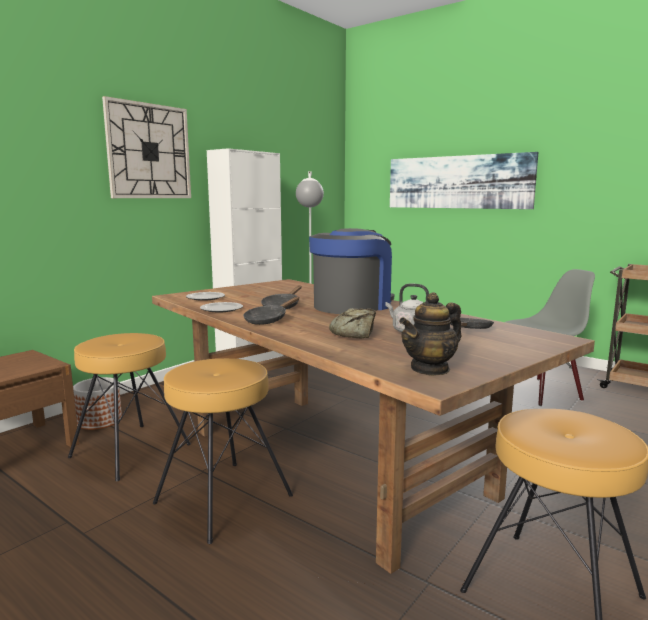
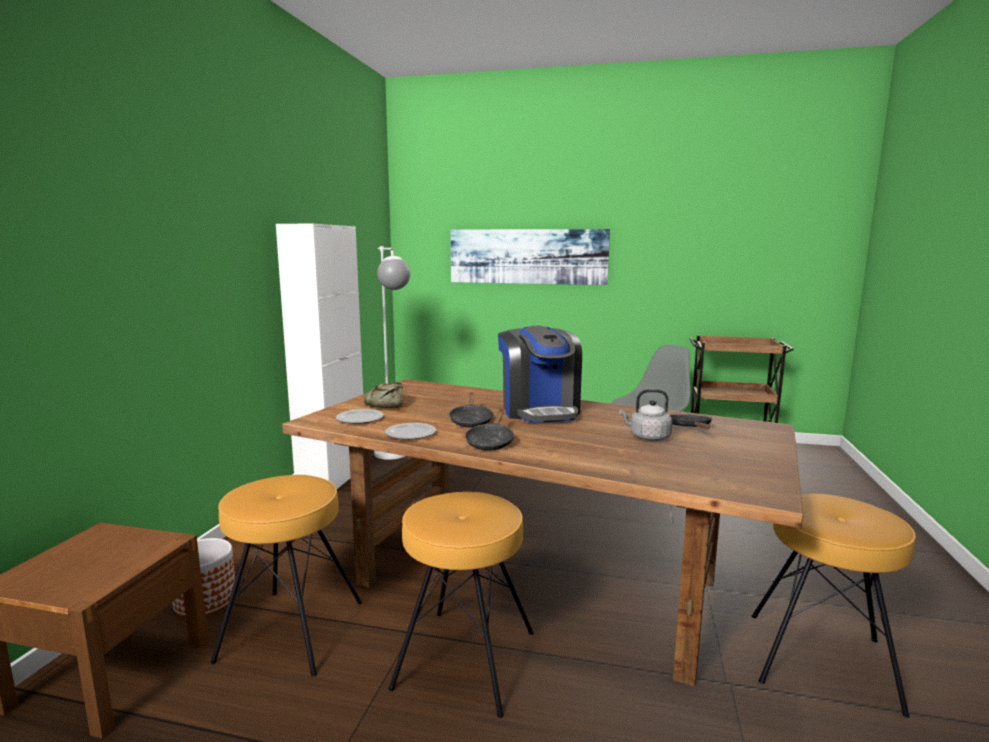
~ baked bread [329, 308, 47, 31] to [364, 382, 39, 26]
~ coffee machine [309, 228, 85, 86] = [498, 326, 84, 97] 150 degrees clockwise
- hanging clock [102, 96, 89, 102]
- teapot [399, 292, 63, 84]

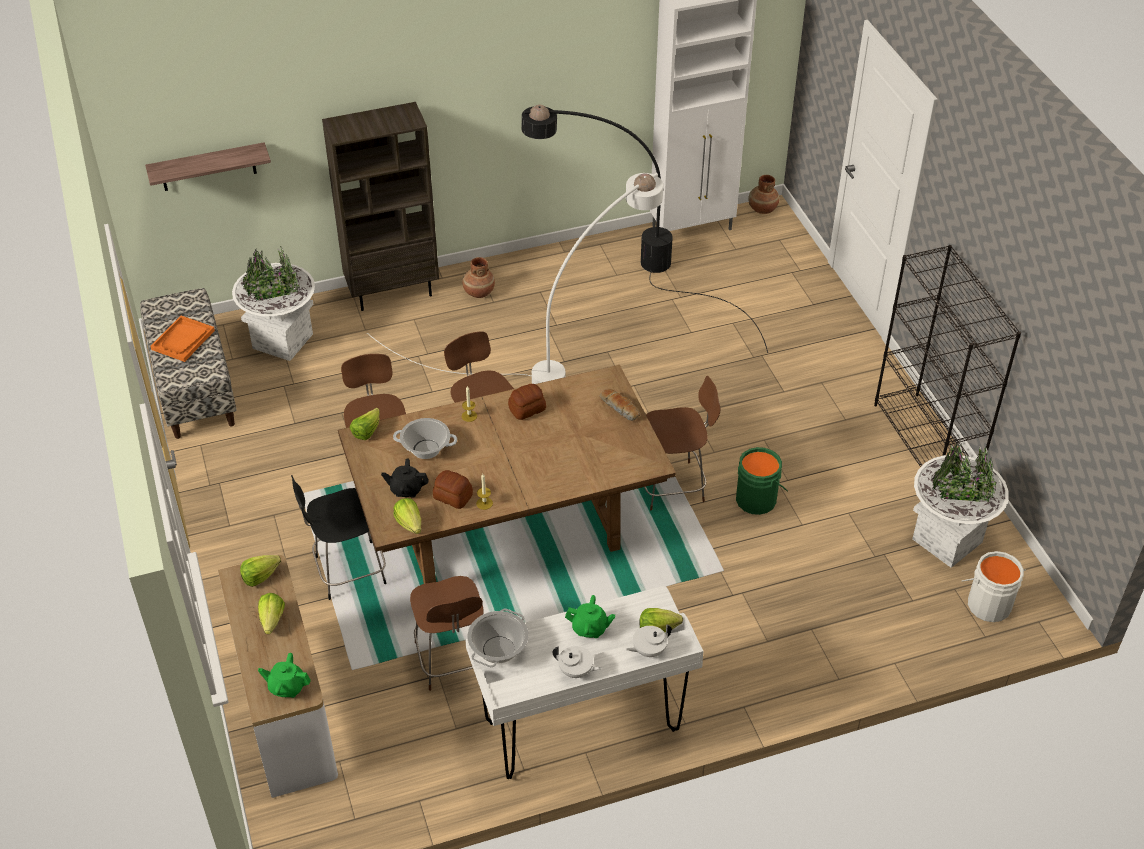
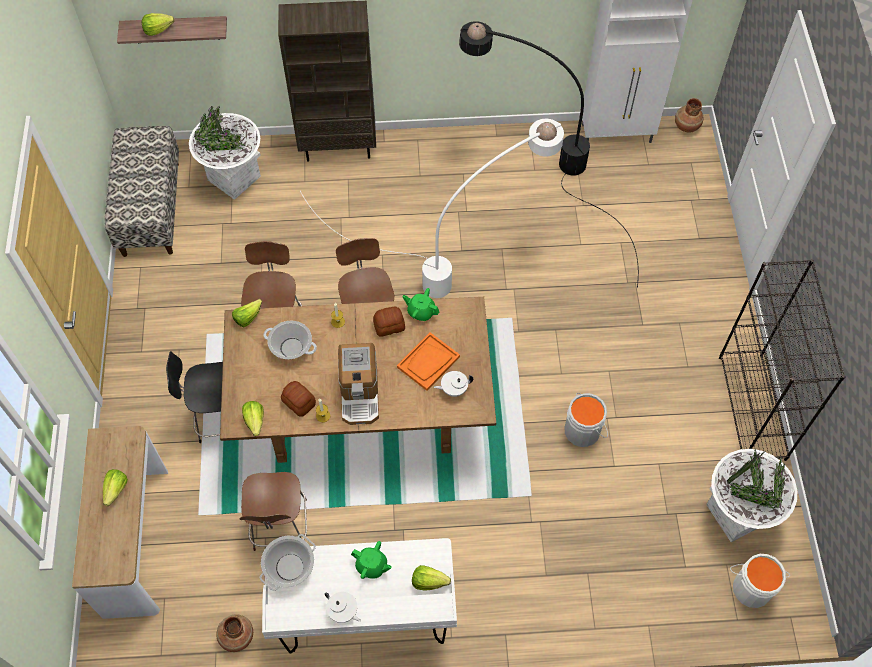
~ lettuce [240, 555, 41, 32] to [142, 13, 32, 23]
~ flower vase (brown-coloured) [462, 257, 33, 41] to [216, 614, 37, 38]
+ coffee machine [338, 343, 41, 82]
~ carrying tray (orangey) [150, 315, 65, 47] to [397, 332, 63, 59]
~ teapot (green) [258, 653, 53, 45] to [403, 288, 36, 33]
~ teapot (white) [626, 625, 46, 32] to [434, 371, 40, 26]
~ water bucket (green) [736, 447, 52, 68] to water bucket (greyish) [564, 393, 44, 54]
- teapot (black-coloured) [381, 458, 48, 40]
- baked bread [600, 389, 40, 32]
- chair (brown-coloured) [644, 376, 76, 135]

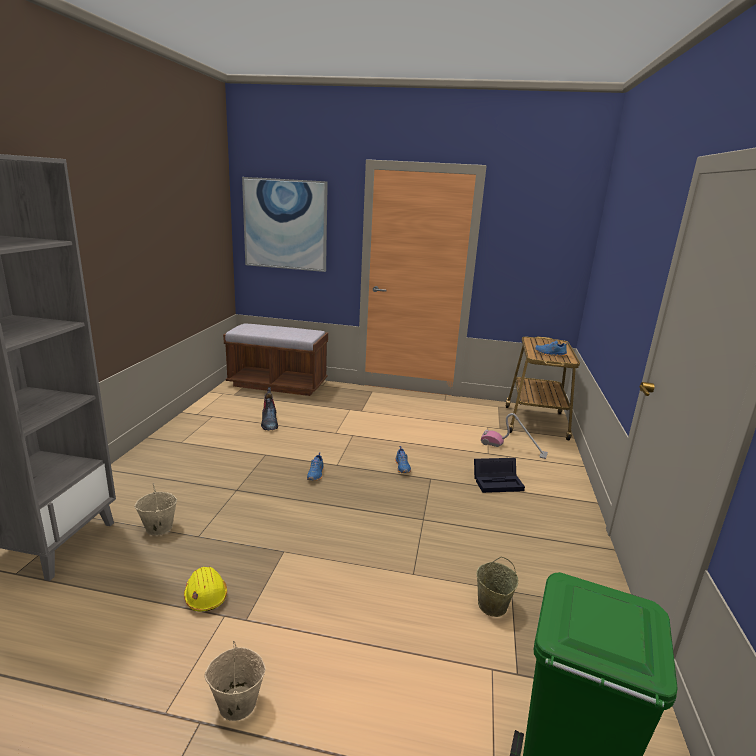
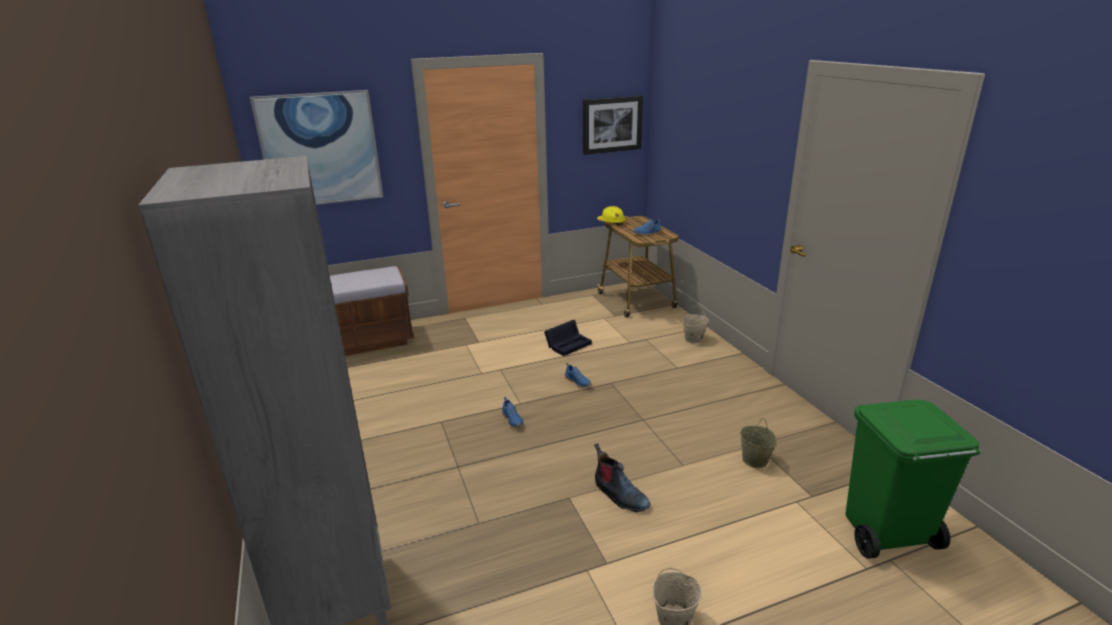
~ storage bin (black-coloured) [474, 458, 51, 35] to [544, 320, 48, 36]
+ picture [583, 95, 60, 60]
~ boot [261, 387, 17, 43] to [594, 443, 56, 69]
~ hard hat (yellow-coloured) [184, 567, 43, 44] to [597, 206, 29, 19]
~ water bucket (beige-coloured) [134, 483, 43, 52] to [683, 306, 26, 37]
- vacuum cleaner [481, 413, 67, 46]

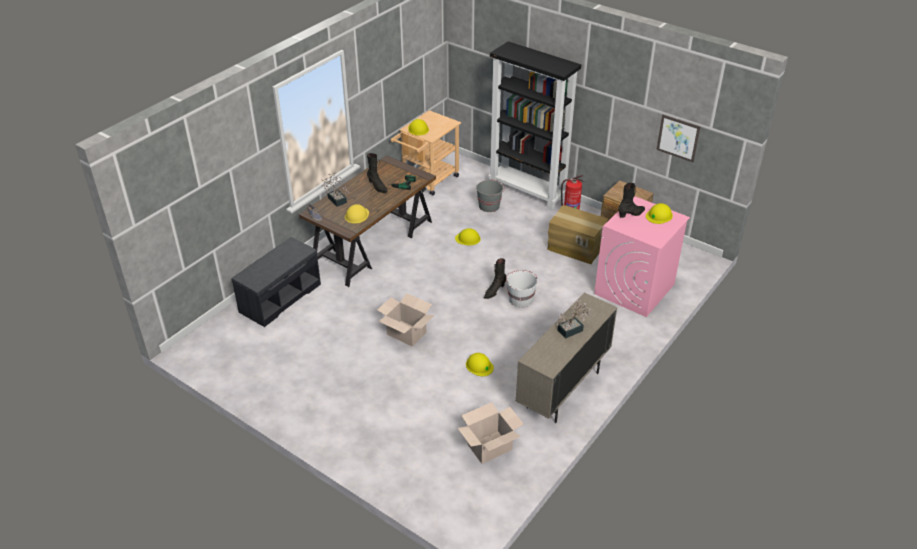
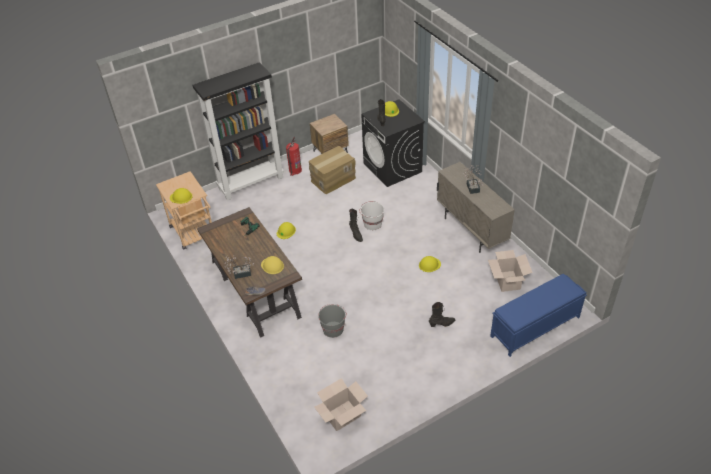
~ carton [377, 293, 57, 53] to [314, 378, 54, 53]
~ water bucket (greyish) [476, 179, 28, 33] to [318, 304, 28, 34]
~ washing machine (pink-coloured) [594, 196, 96, 121] to washing machine (black-coloured) [361, 99, 64, 88]
~ boot (black-coloured) [367, 153, 21, 40] to [429, 302, 26, 25]
+ long seat (blue-coloured) [490, 274, 97, 83]
- long seat (greyish) [231, 237, 90, 90]
- picture [657, 114, 43, 48]

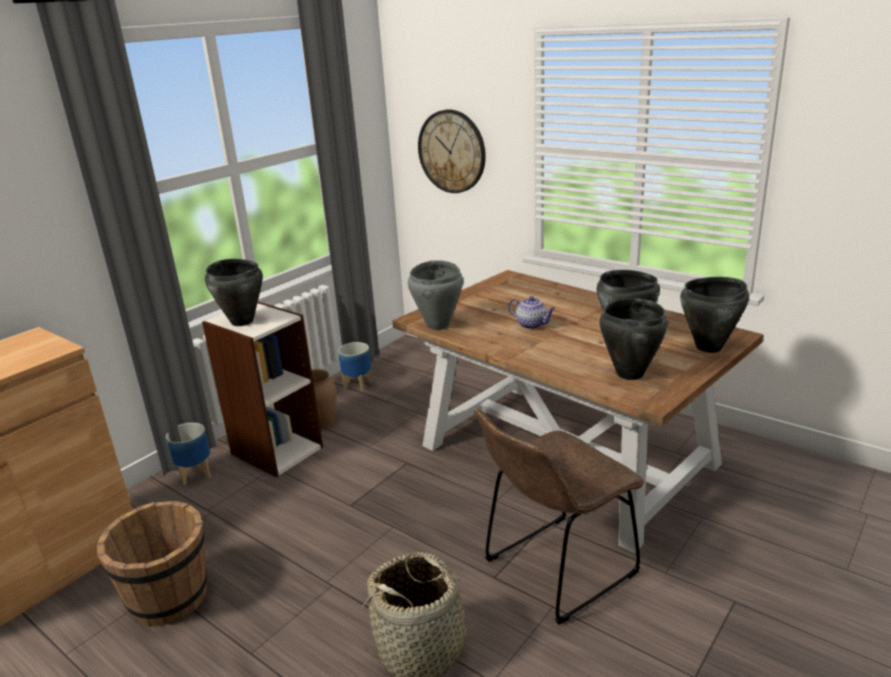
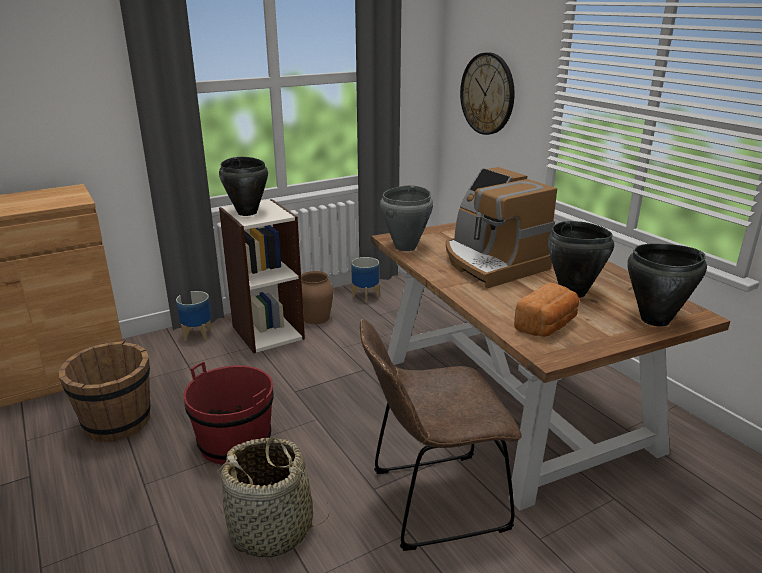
+ water bucket (red-coloured) [184, 362, 90, 103]
~ teapot [508, 296, 48, 33] to coffee machine [446, 167, 111, 122]
~ stockpot (black-coloured) [599, 298, 69, 82] to baked bread [514, 282, 65, 55]

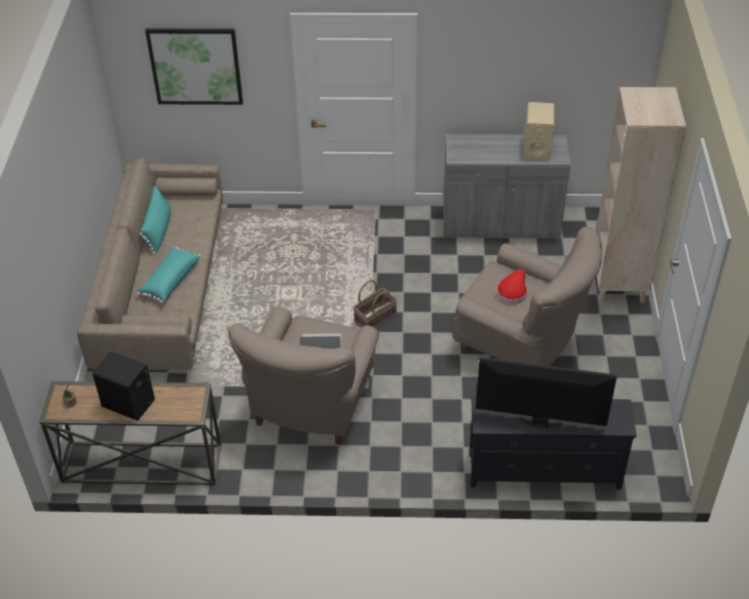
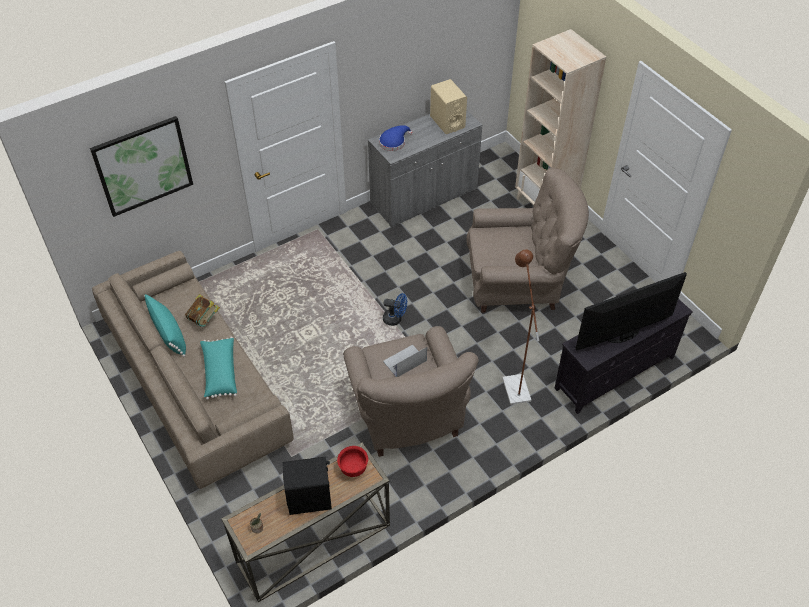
+ bound book [185, 294, 35, 33]
+ deep dish (red-coloured) [337, 446, 31, 31]
+ wearable hat (blue-coloured) [379, 125, 33, 26]
~ basket [353, 280, 44, 48] to electric fan (blue-coloured) [383, 293, 24, 33]
+ floor lamp (brown-coloured) [502, 249, 37, 156]
- wearable hat (red-coloured) [497, 269, 31, 34]

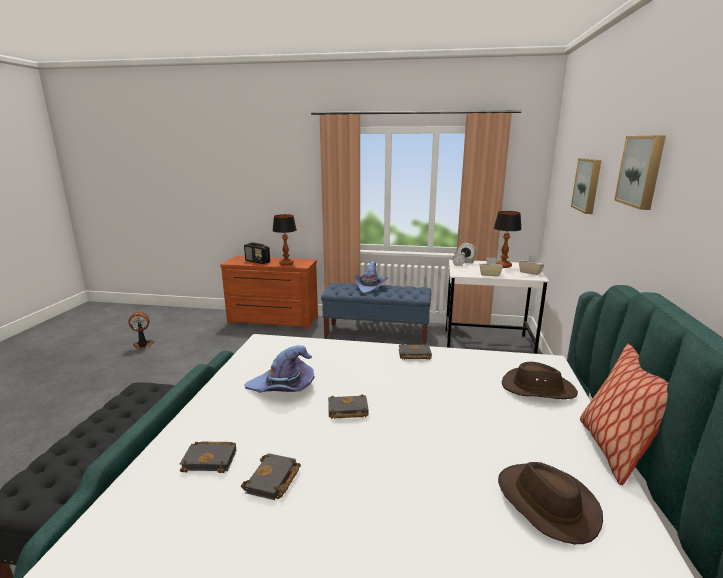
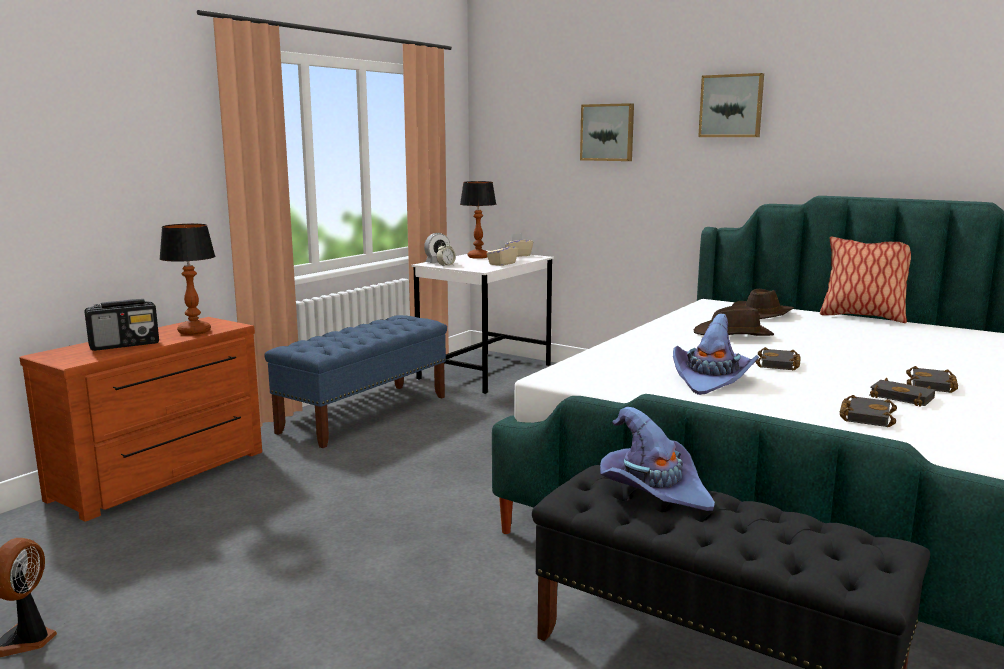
~ wearable hat (purple-coloured) [355, 261, 32, 33] to [600, 407, 115, 104]
~ wearable hat (brown-coloured) [498, 462, 105, 82] to [694, 306, 80, 30]
~ bound book (black-coloured) [399, 344, 33, 16] to [906, 366, 52, 27]

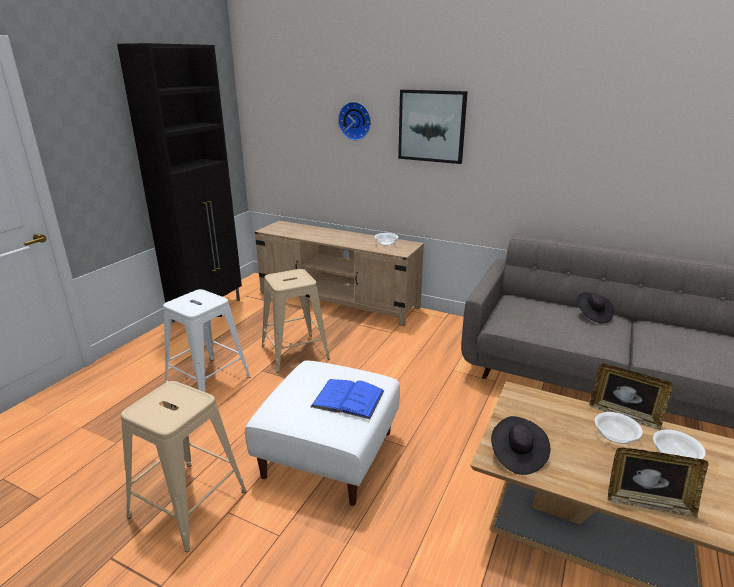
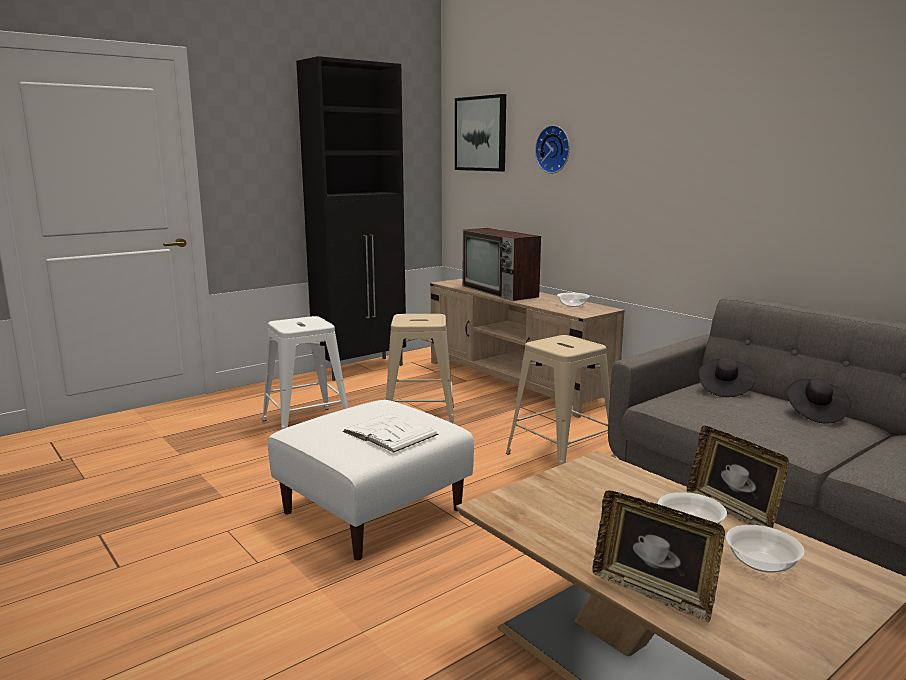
~ bound book (blue-coloured) [310, 379, 74, 40] to bound book (white) [343, 414, 96, 38]
~ picture [398, 89, 70, 75] to [455, 94, 51, 77]
+ TV [463, 228, 78, 73]
~ sitting stool (beige-coloured) [121, 381, 126, 171] to [506, 335, 110, 131]
~ wearable hat (black-coloured) [491, 416, 59, 59] to [698, 357, 58, 40]

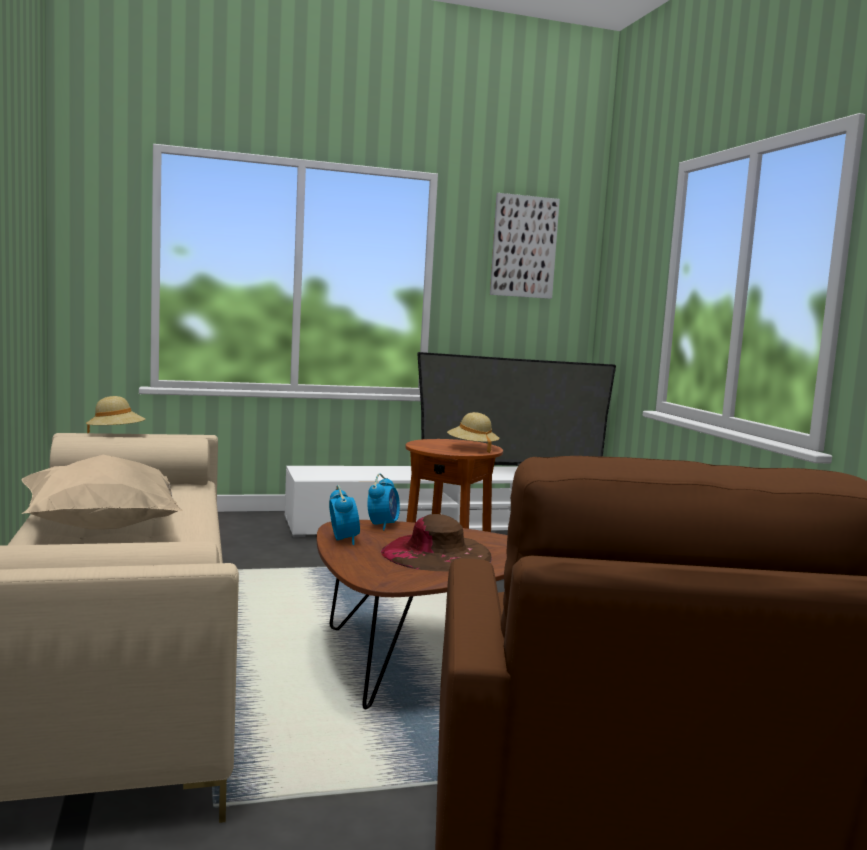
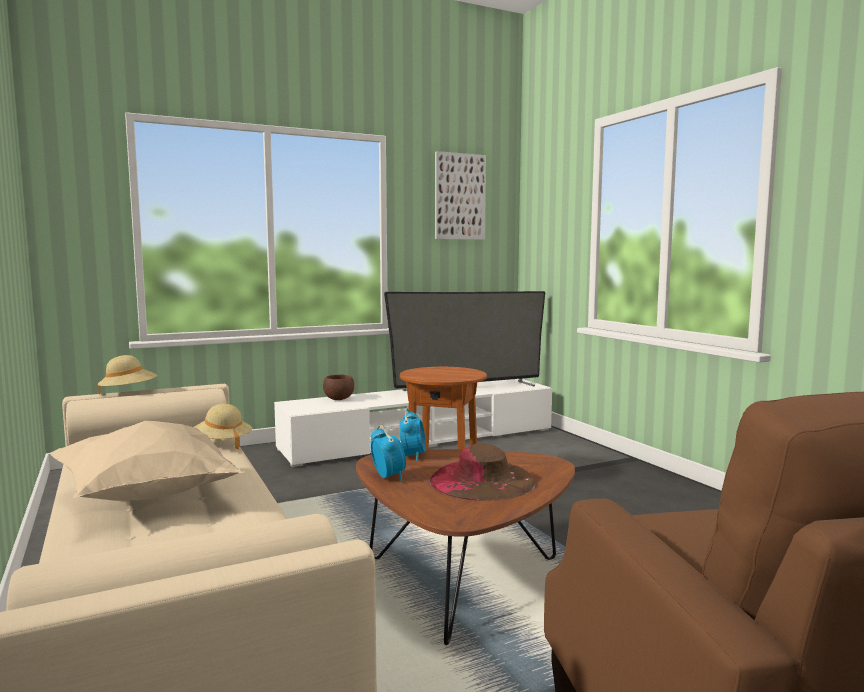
~ wearable hat (beige-coloured) [447, 412, 53, 41] to [194, 404, 59, 45]
+ deep dish (brown-coloured) [323, 374, 31, 26]

